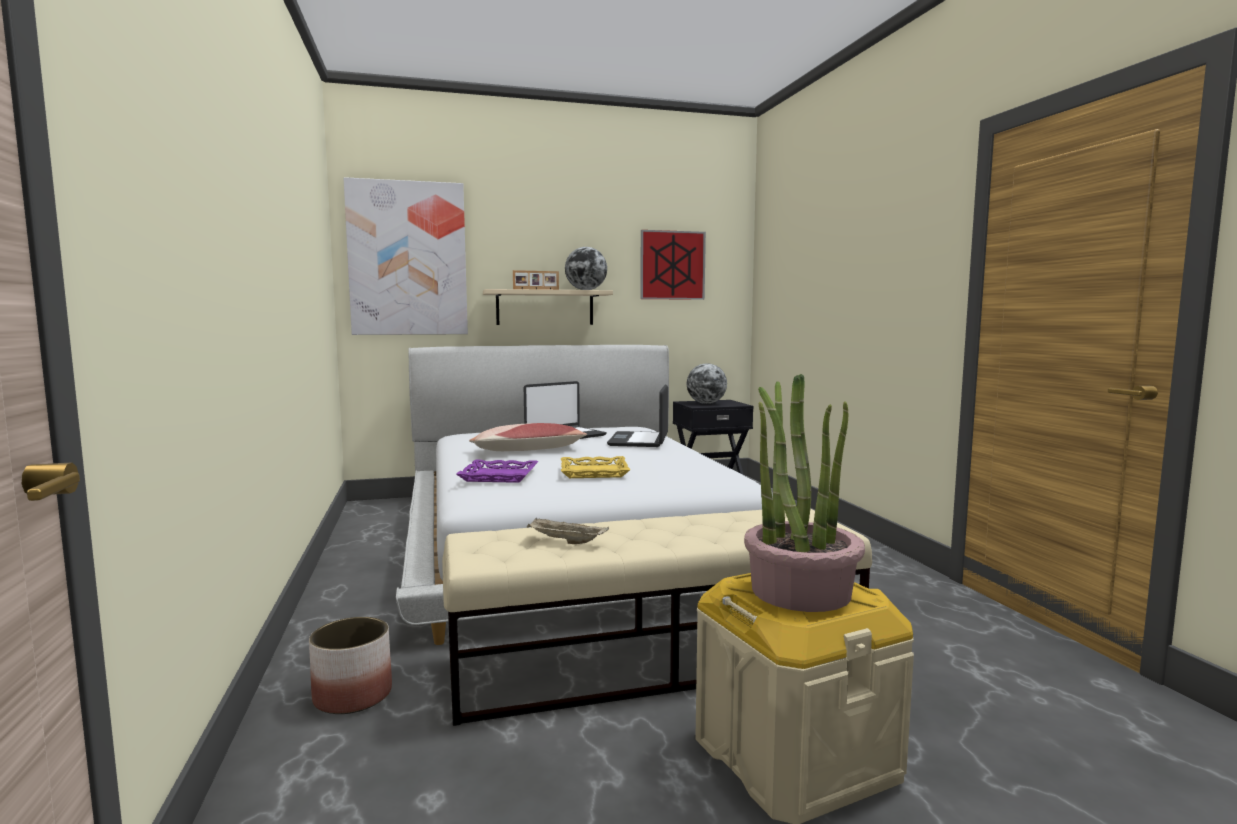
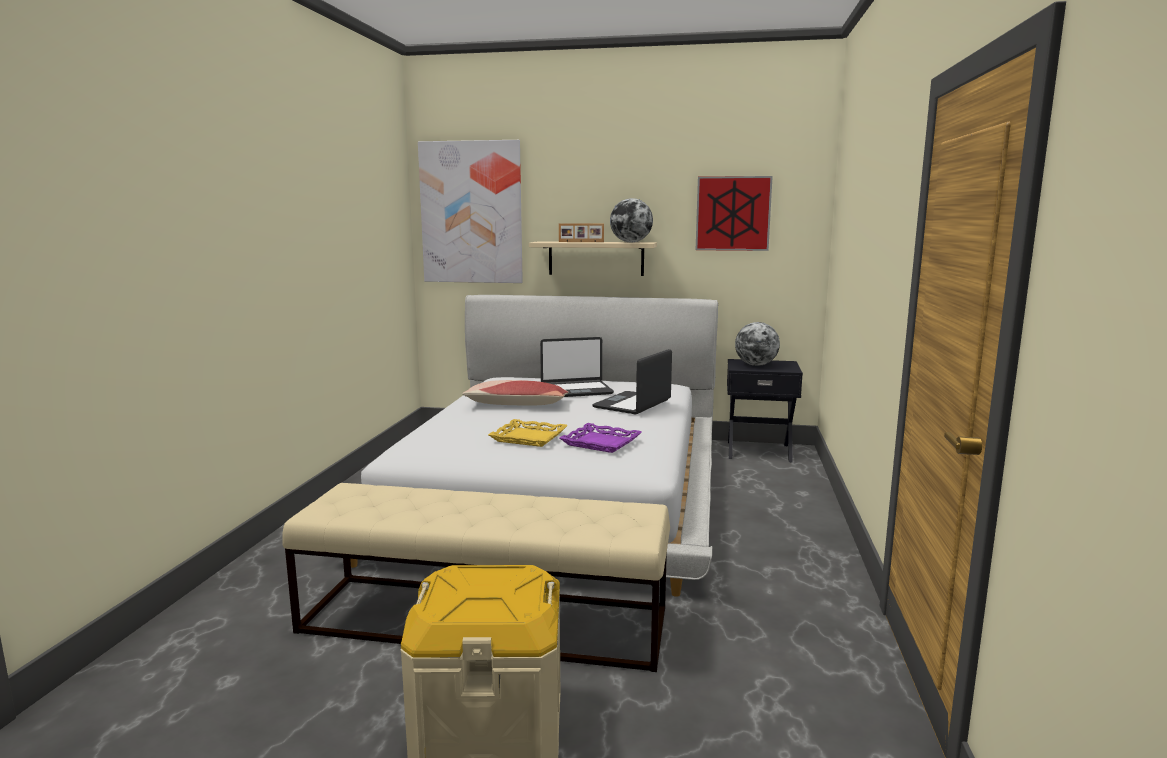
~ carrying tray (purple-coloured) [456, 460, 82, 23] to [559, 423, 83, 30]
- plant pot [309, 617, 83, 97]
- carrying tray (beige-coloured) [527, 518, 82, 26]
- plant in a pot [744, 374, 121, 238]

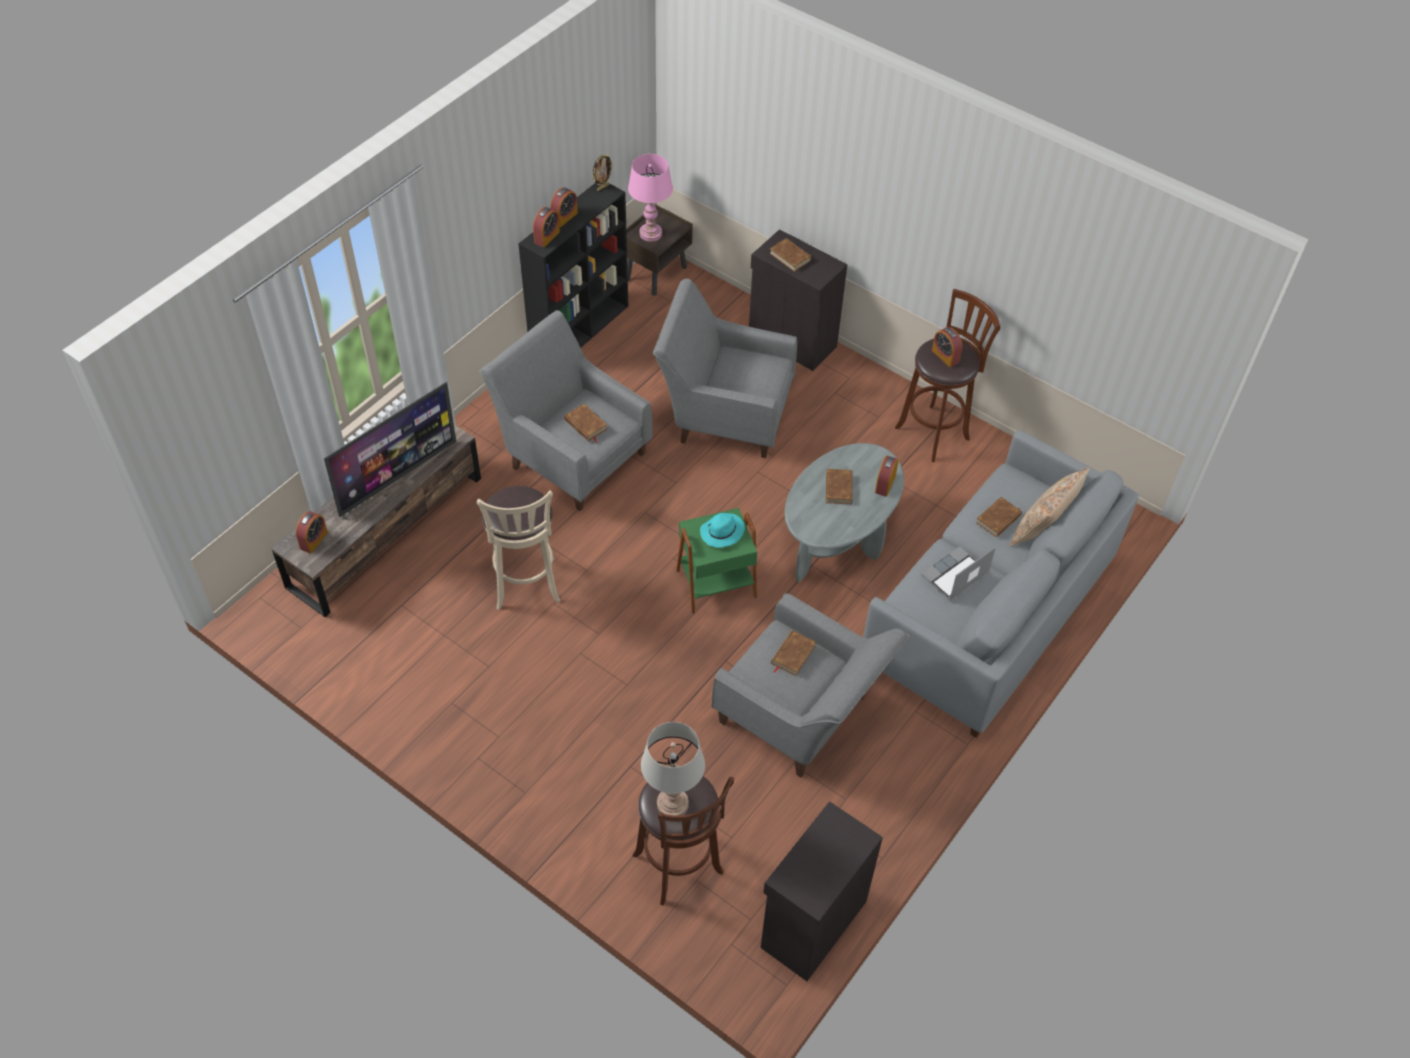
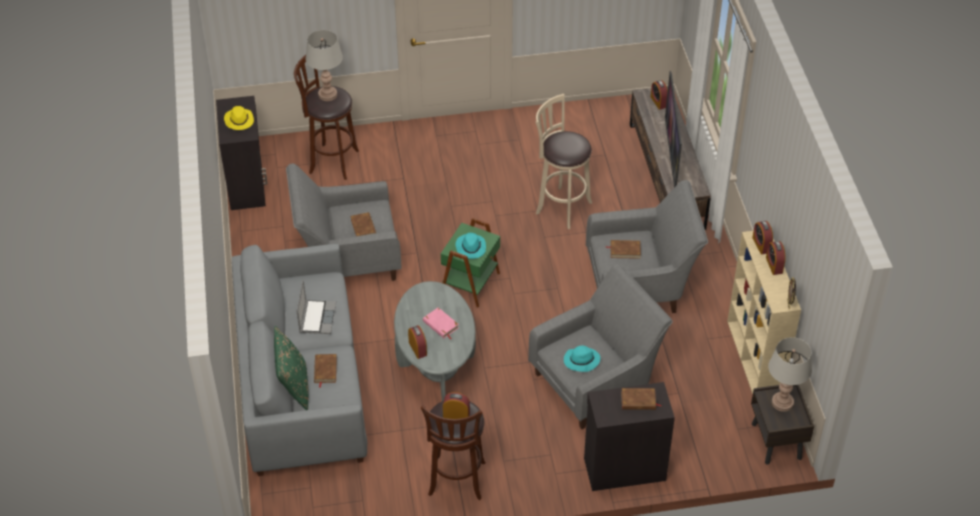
+ wearable hat (yellow-coloured) [224, 106, 30, 24]
~ cushion (beige-coloured) [1010, 467, 80, 79] to cushion (green) [274, 326, 34, 84]
~ bound book (brown-coloured) [826, 469, 27, 35] to bound book (pink-coloured) [423, 307, 36, 33]
+ wearable hat (turquoise) [564, 345, 37, 27]
~ bookcase (black-coloured) [519, 182, 109, 166] to bookcase (beige-coloured) [727, 231, 74, 163]
~ tabletop lamp (pink-coloured) [628, 154, 45, 88] to tabletop lamp (greyish) [768, 337, 44, 75]

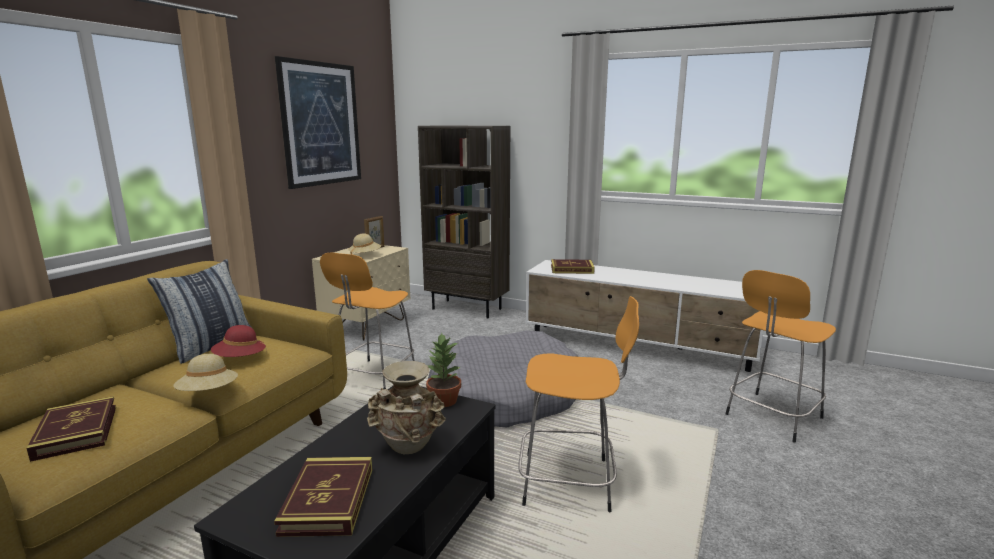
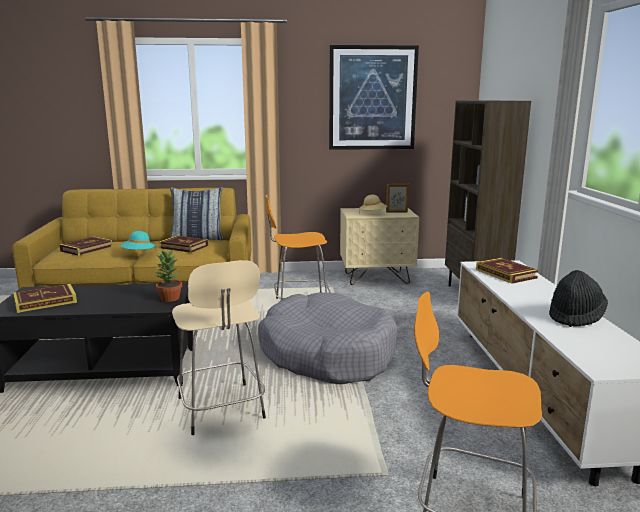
~ wearable hat (beige-coloured) [174, 354, 64, 37] to wearable hat (turquoise) [121, 231, 35, 20]
~ wearable hat (red-coloured) [211, 325, 56, 32] to bound book [159, 235, 50, 18]
~ sitting stool (orangey) [518, 296, 121, 216] to sitting stool (beige-coloured) [172, 260, 94, 175]
+ wearable hat (black-coloured) [549, 270, 59, 57]
- flower vase (beige-coloured) [367, 361, 79, 93]

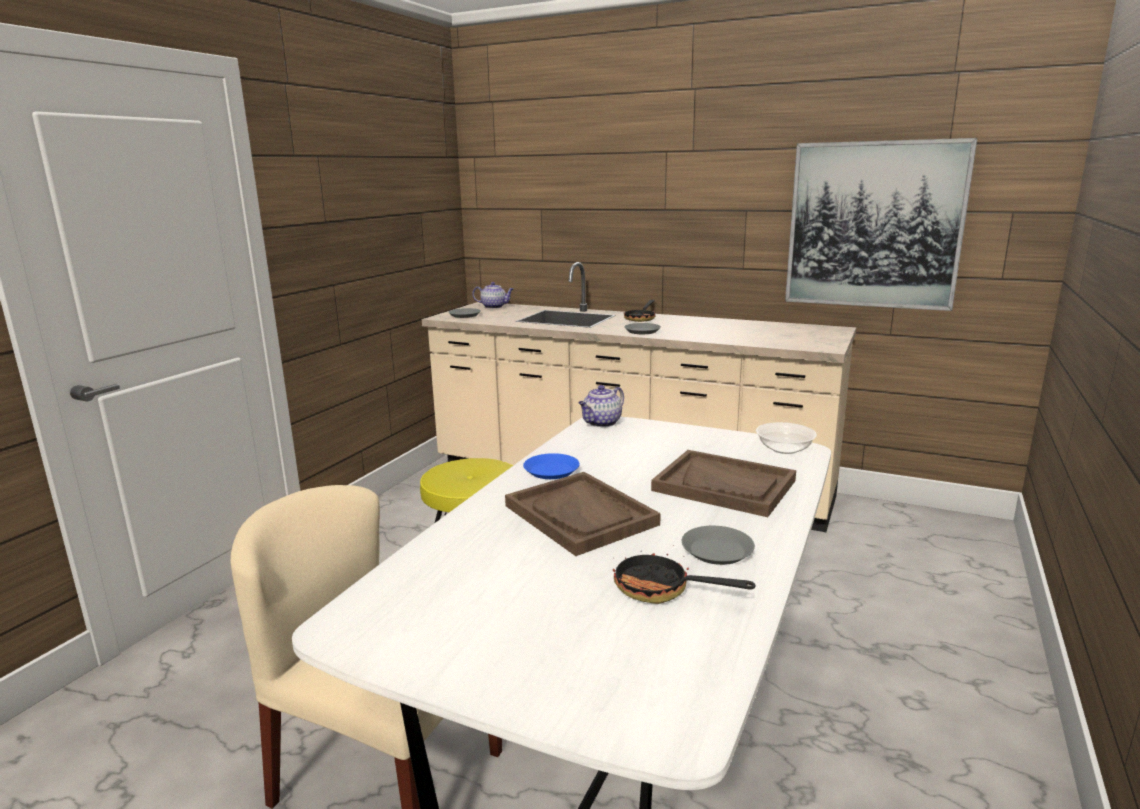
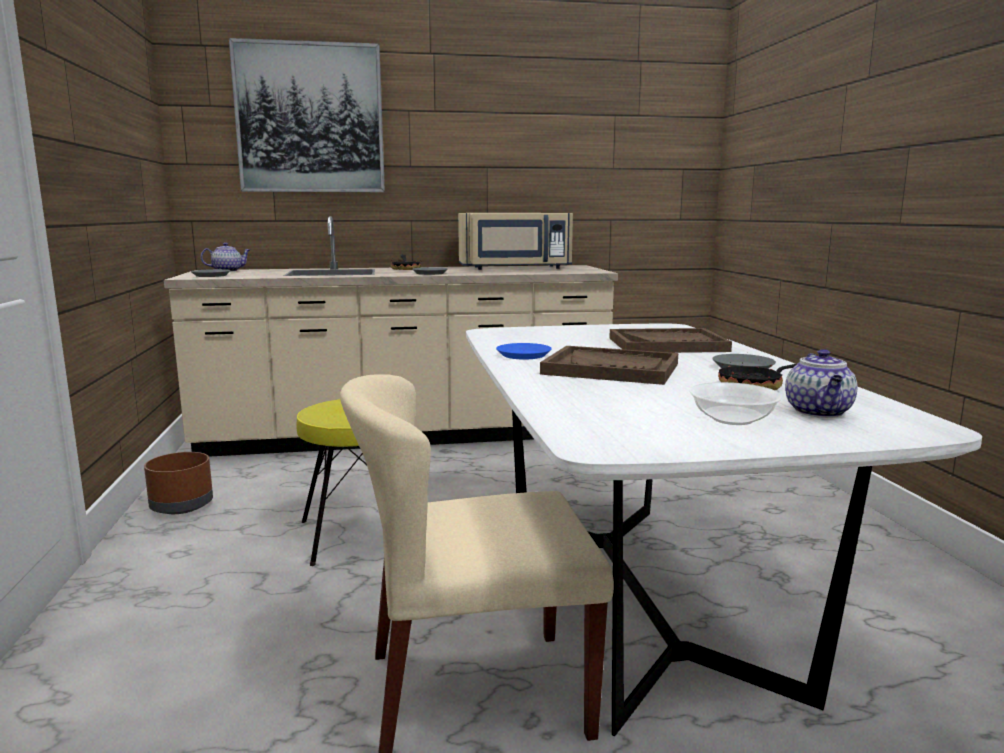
+ plant pot (brown-coloured) [144, 452, 69, 62]
~ picture [785, 138, 192, 173] to [229, 38, 156, 154]
+ microwave oven (beige-coloured) [458, 213, 115, 57]
~ deep dish [756, 422, 61, 32] to [689, 382, 93, 43]
~ teapot [578, 385, 46, 42] to [785, 349, 73, 69]

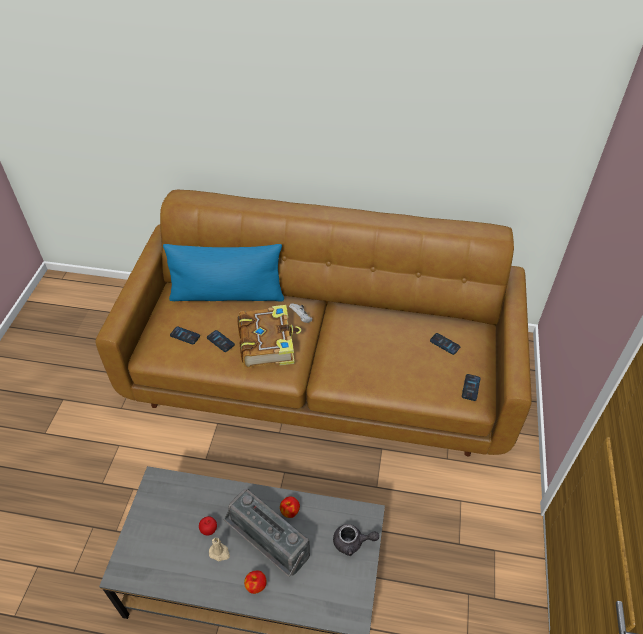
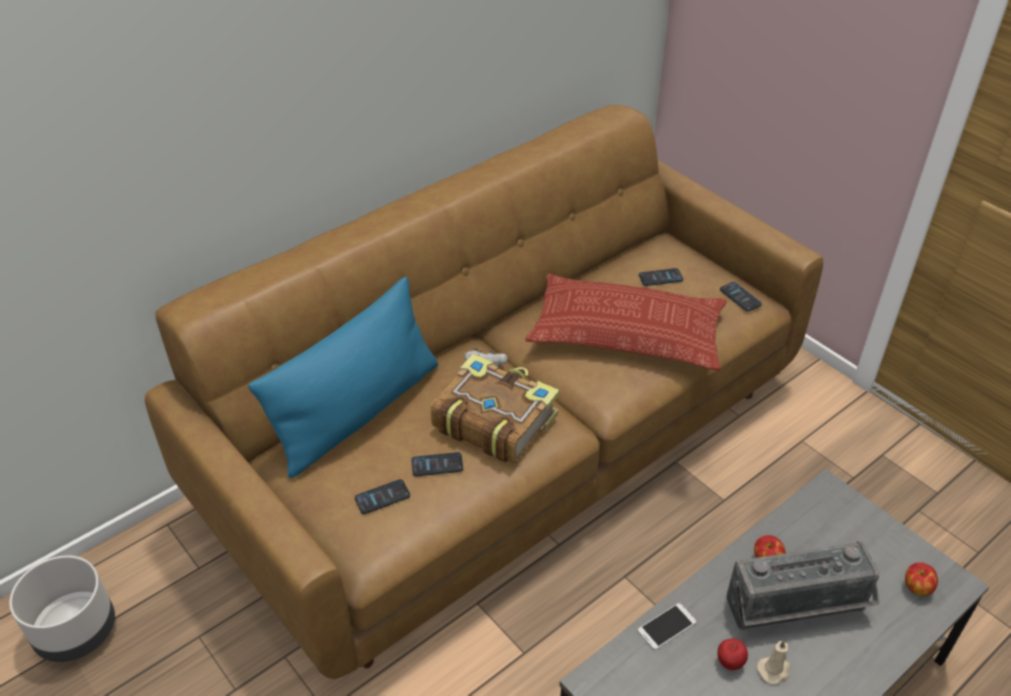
+ plant pot (greyish) [9, 555, 106, 107]
+ cushion [525, 274, 202, 97]
+ telephone [638, 603, 58, 47]
~ whole apple [244, 570, 22, 24] to [905, 562, 33, 34]
- teapot (greyish) [333, 524, 46, 32]

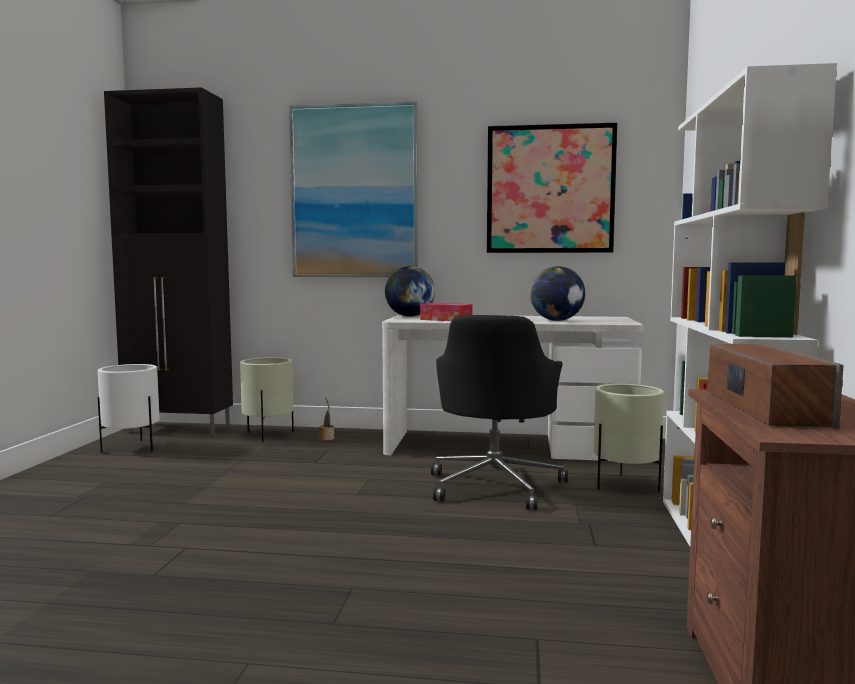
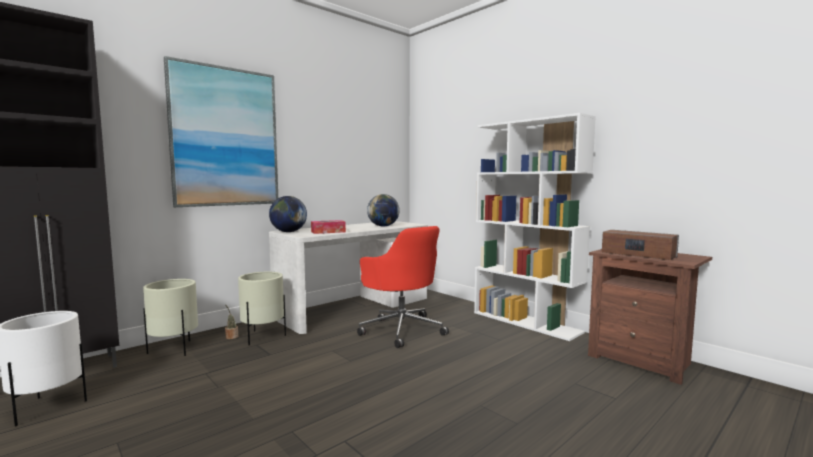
~ plant pot (beige-coloured) [594, 384, 70, 109] to [238, 272, 48, 73]
~ desk chair (black-coloured) [431, 315, 137, 195] to desk chair (red-coloured) [357, 226, 92, 122]
- picture [487, 123, 130, 130]

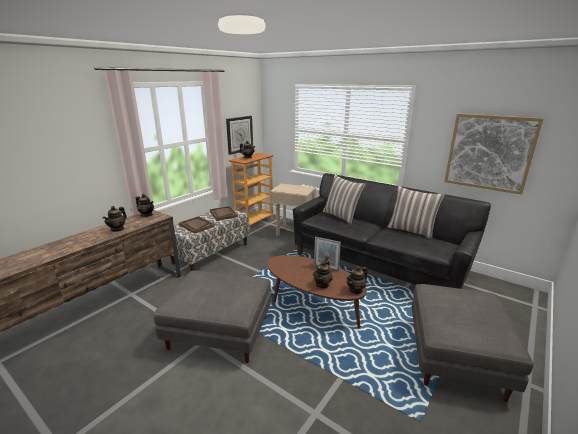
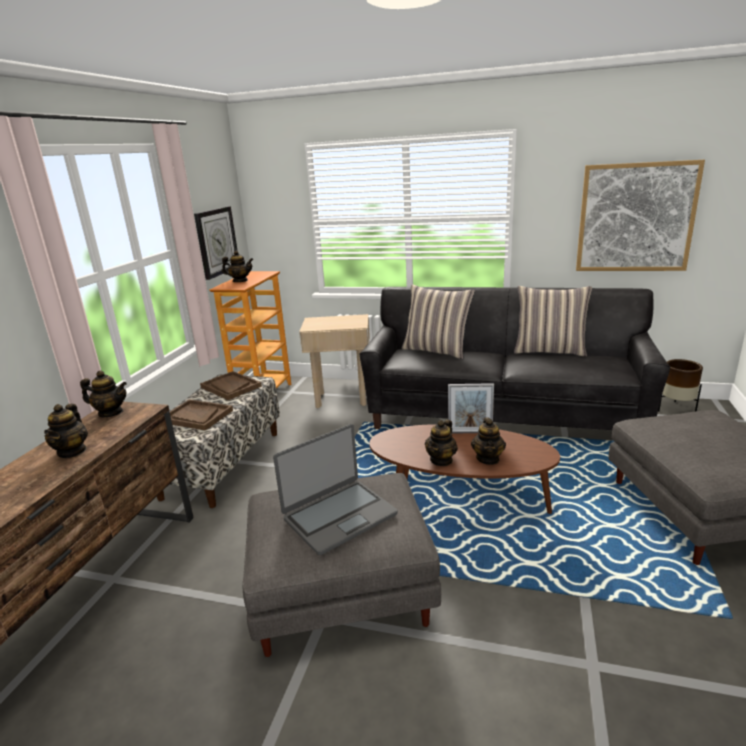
+ notebook computer [273, 424, 124, 131]
~ teapot [346, 266, 22, 28] to [425, 420, 33, 46]
+ plant pot (brown-coloured) [658, 359, 45, 53]

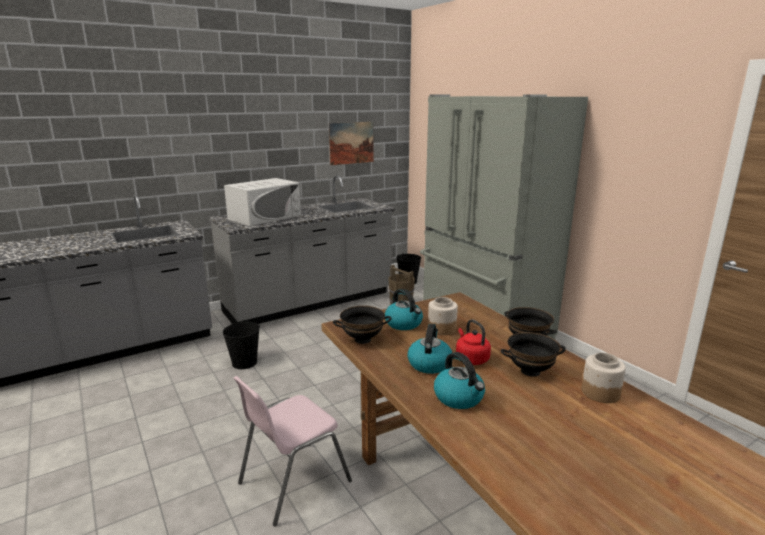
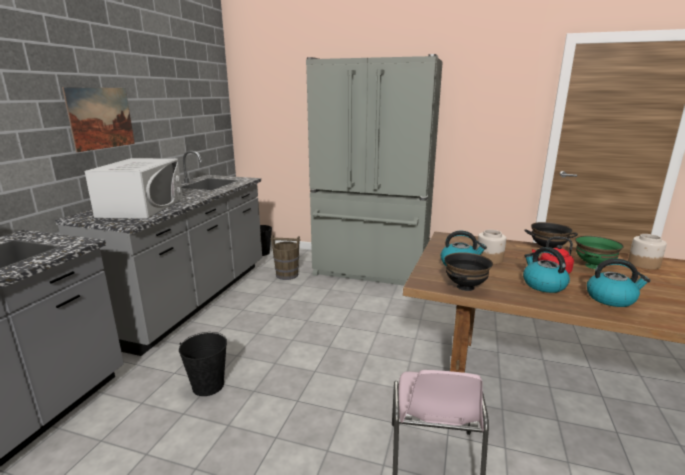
~ picture [329, 122, 45, 43] to [62, 87, 73, 65]
~ deep dish (black-coloured) [500, 332, 66, 45] to deep dish (green) [575, 236, 49, 33]

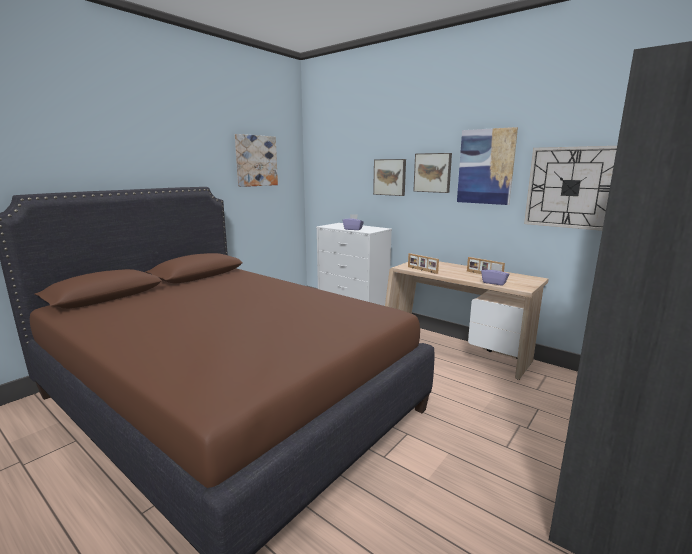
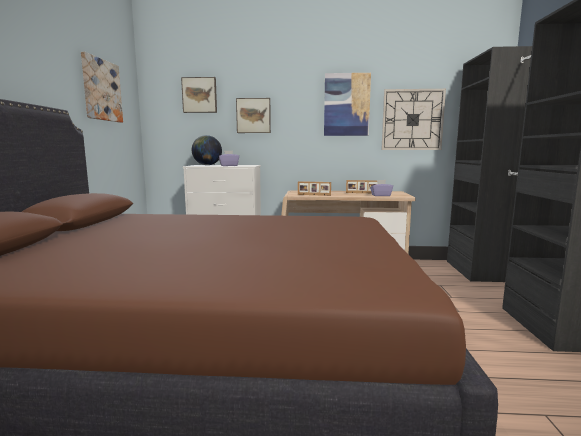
~ picture [413, 153, 39, 40] to [181, 77, 36, 36]
+ world globe [192, 135, 30, 30]

